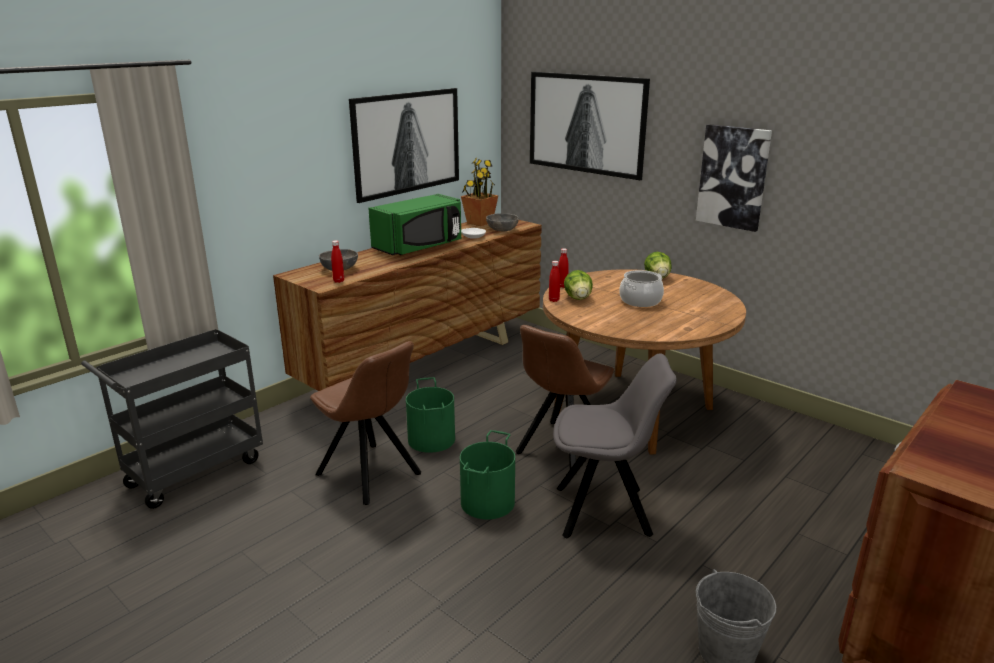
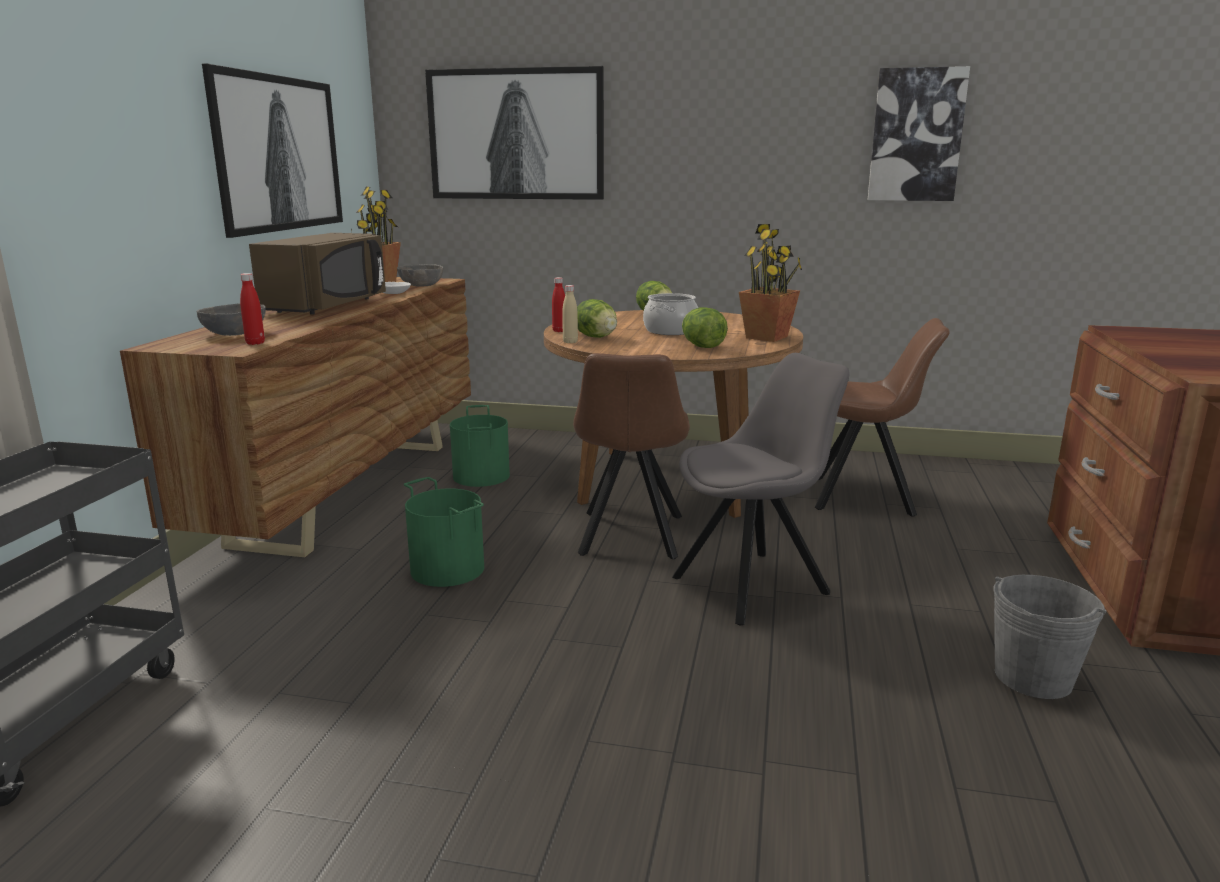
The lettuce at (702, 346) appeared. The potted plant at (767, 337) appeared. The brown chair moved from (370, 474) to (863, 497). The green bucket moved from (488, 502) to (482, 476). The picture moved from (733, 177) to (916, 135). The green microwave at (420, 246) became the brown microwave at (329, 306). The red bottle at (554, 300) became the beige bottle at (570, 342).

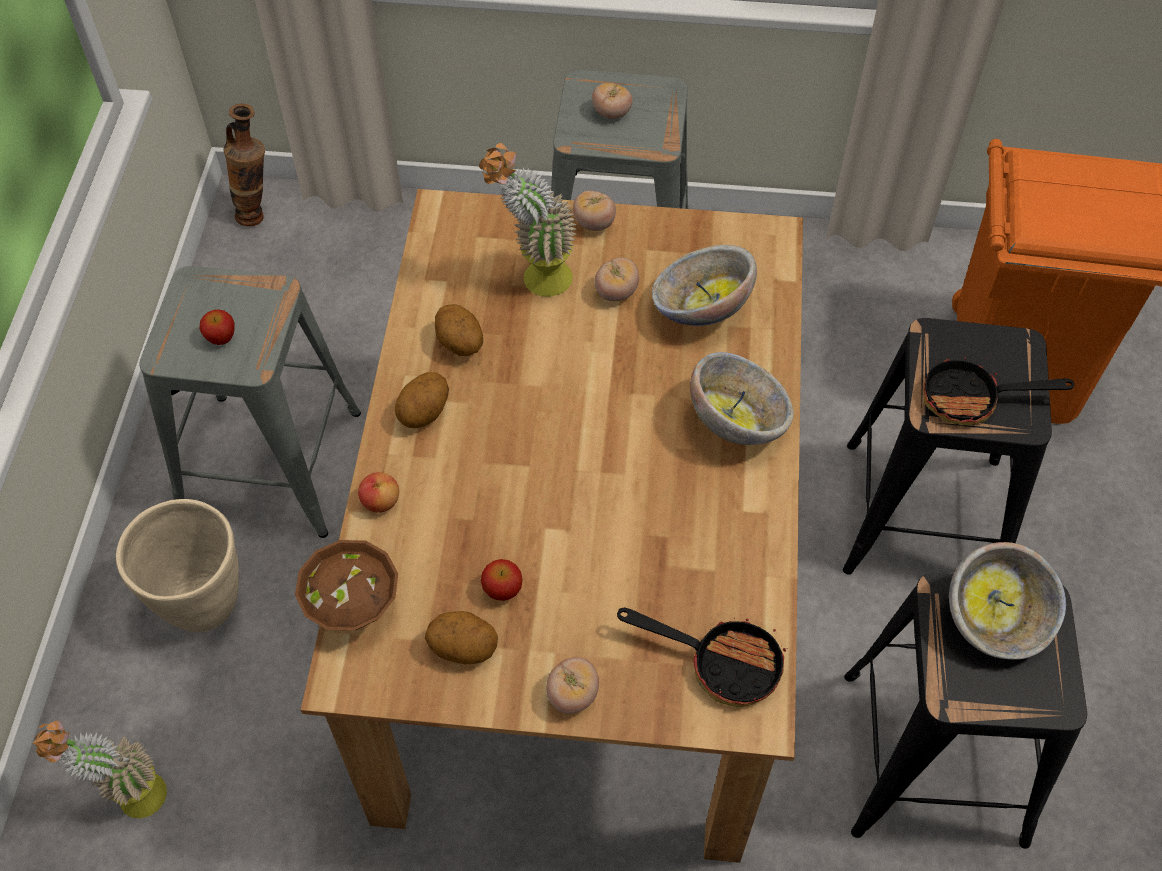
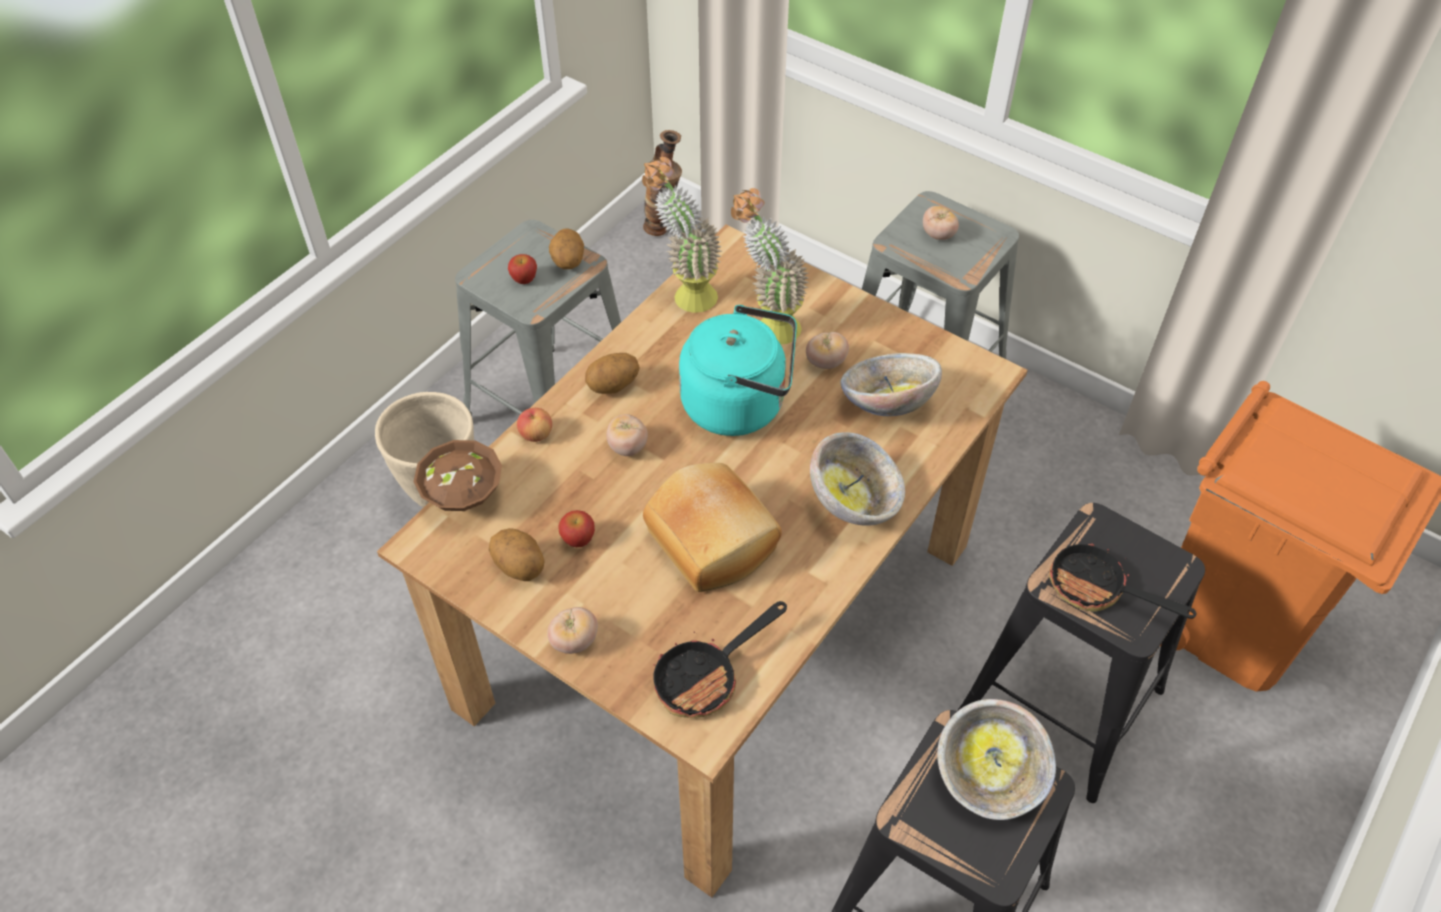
The bread at (714, 539) appeared. The turquoise kettle at (740, 404) appeared. The potted plant moved from (129, 797) to (684, 294). The potato moved from (459, 344) to (567, 262). The tomato moved from (594, 223) to (628, 447). The frying pan at (721, 662) turned 90 degrees clockwise.

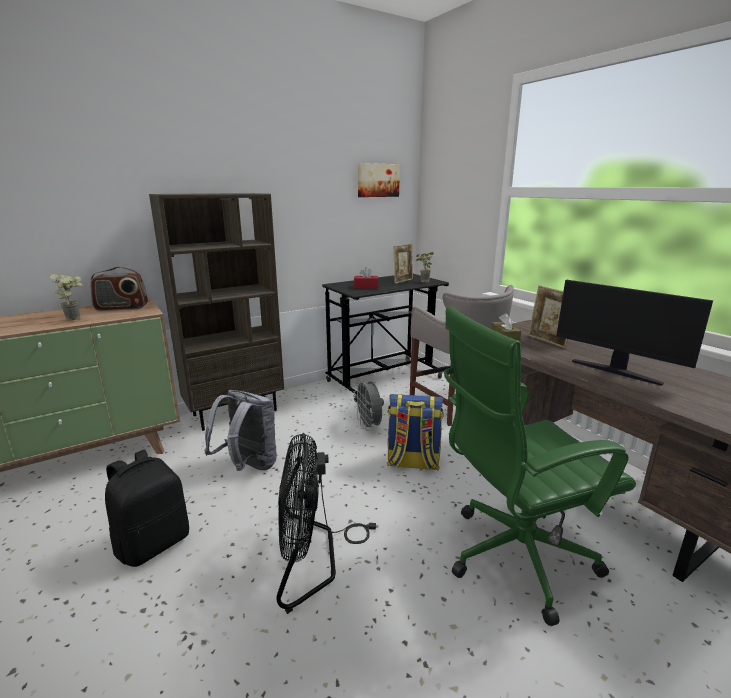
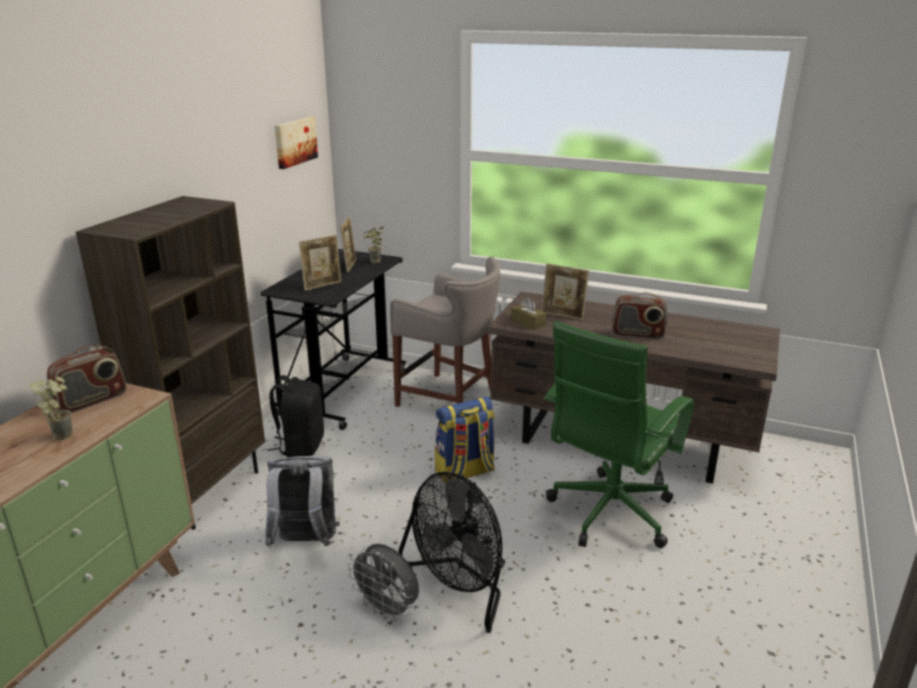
The black backpack moved from (153, 543) to (300, 446). The grey fan moved from (369, 426) to (387, 609). The red tissue box at (366, 287) was replaced by the picture frame at (322, 285). The monitor at (616, 371) was replaced by the radio at (637, 334).

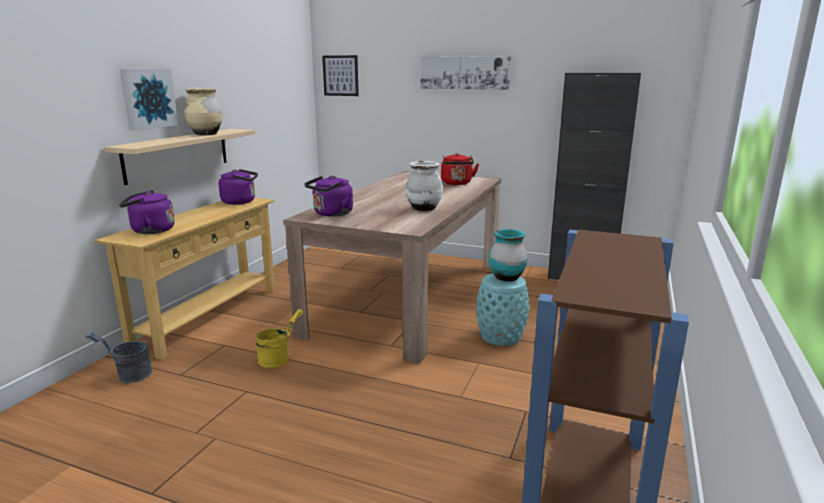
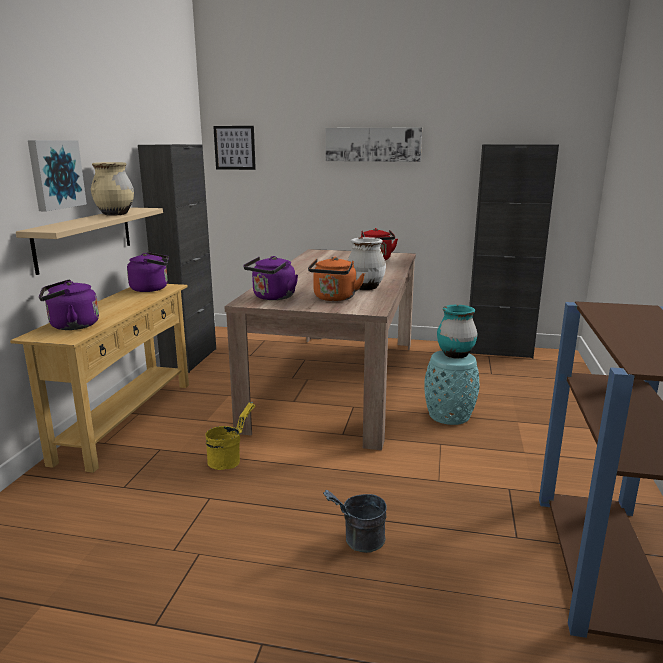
The black cabinet at (189, 359) appeared. The orange kettle at (334, 298) appeared. The grey bucket moved from (128, 376) to (358, 542).

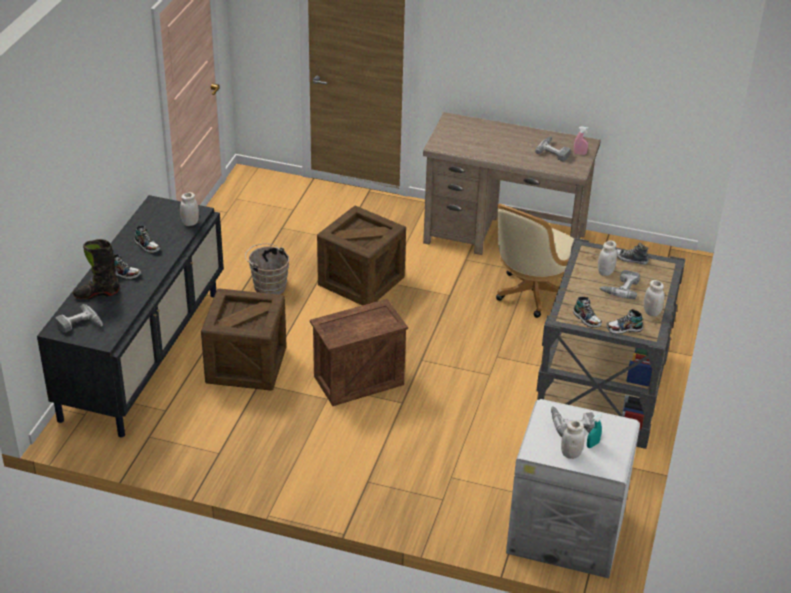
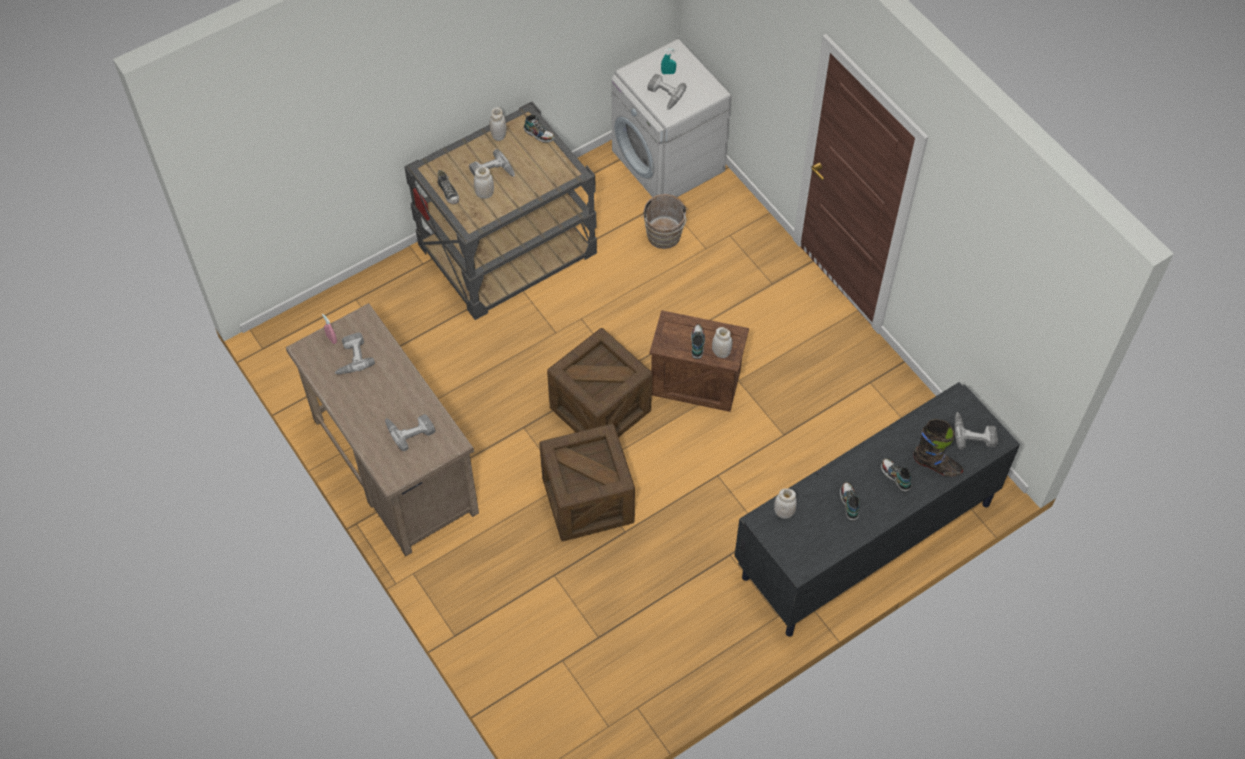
The beige office chair at (530, 297) disappeared. The power drill at (409, 429) appeared. The crate moved from (246, 365) to (600, 409). The brown bucket moved from (268, 285) to (664, 238). The white jar moved from (571, 454) to (721, 352). The shoe moved from (587, 319) to (697, 344).

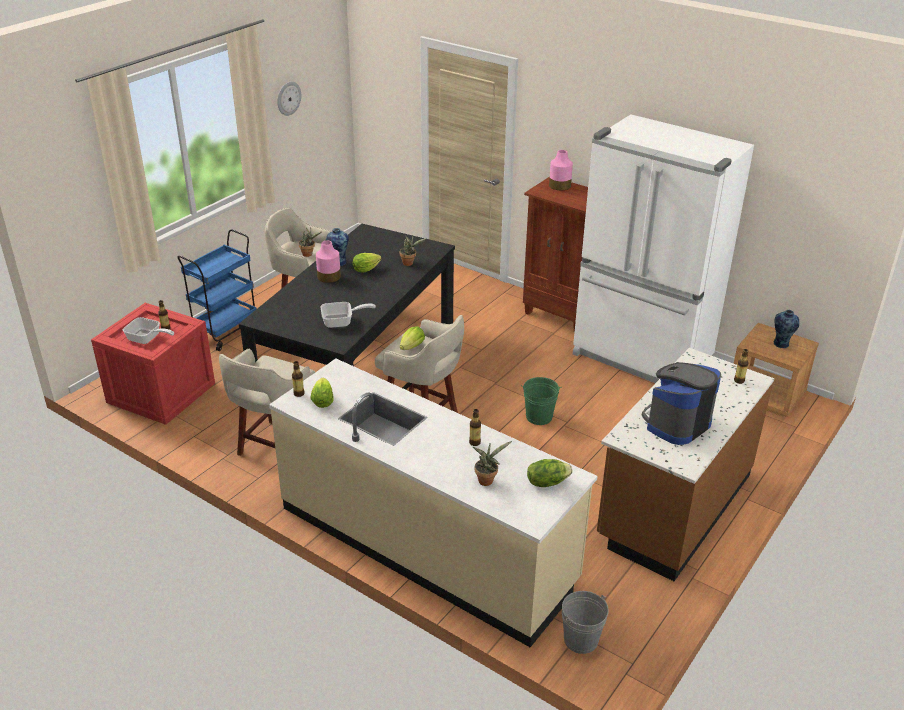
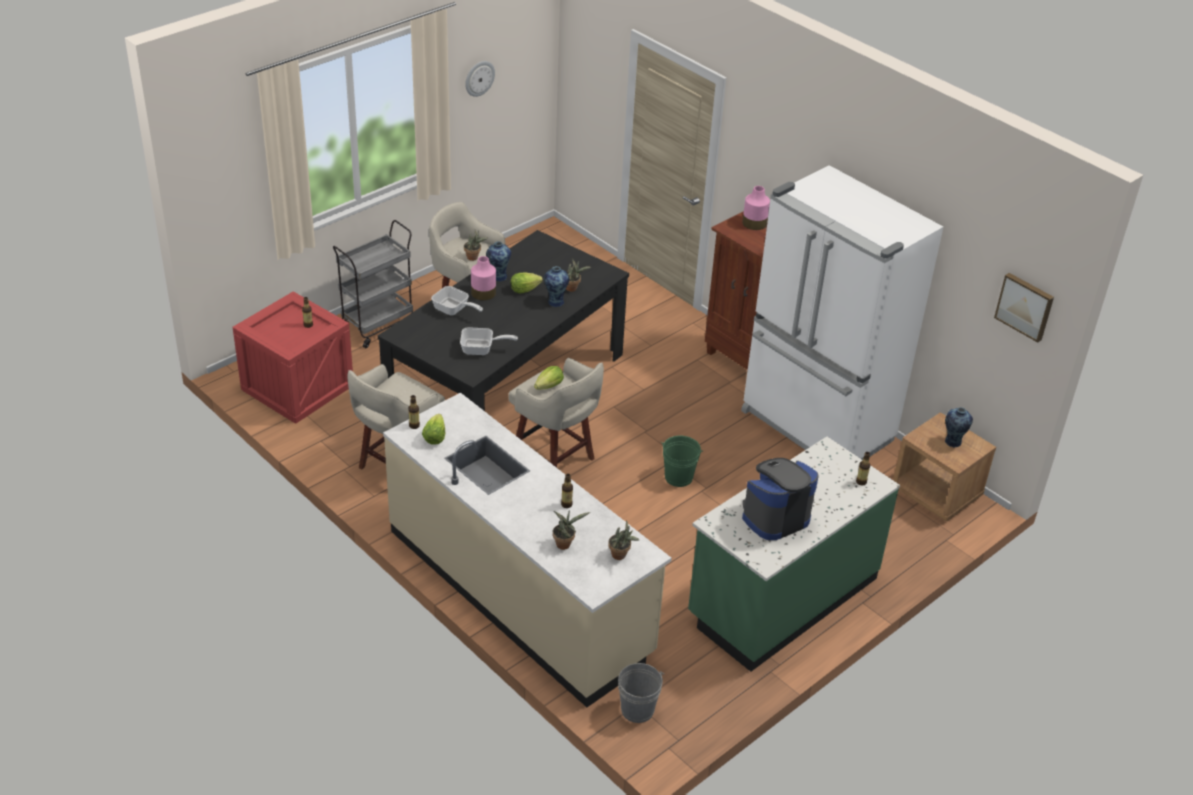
The vase at (555, 301) appeared. The picture at (1025, 306) appeared. The frying pan moved from (147, 339) to (453, 310). The lettuce at (547, 482) was replaced by the potted plant at (621, 555). The blue cart at (227, 332) became the grey cart at (378, 327). The brown counter at (673, 507) became the green counter at (781, 597).

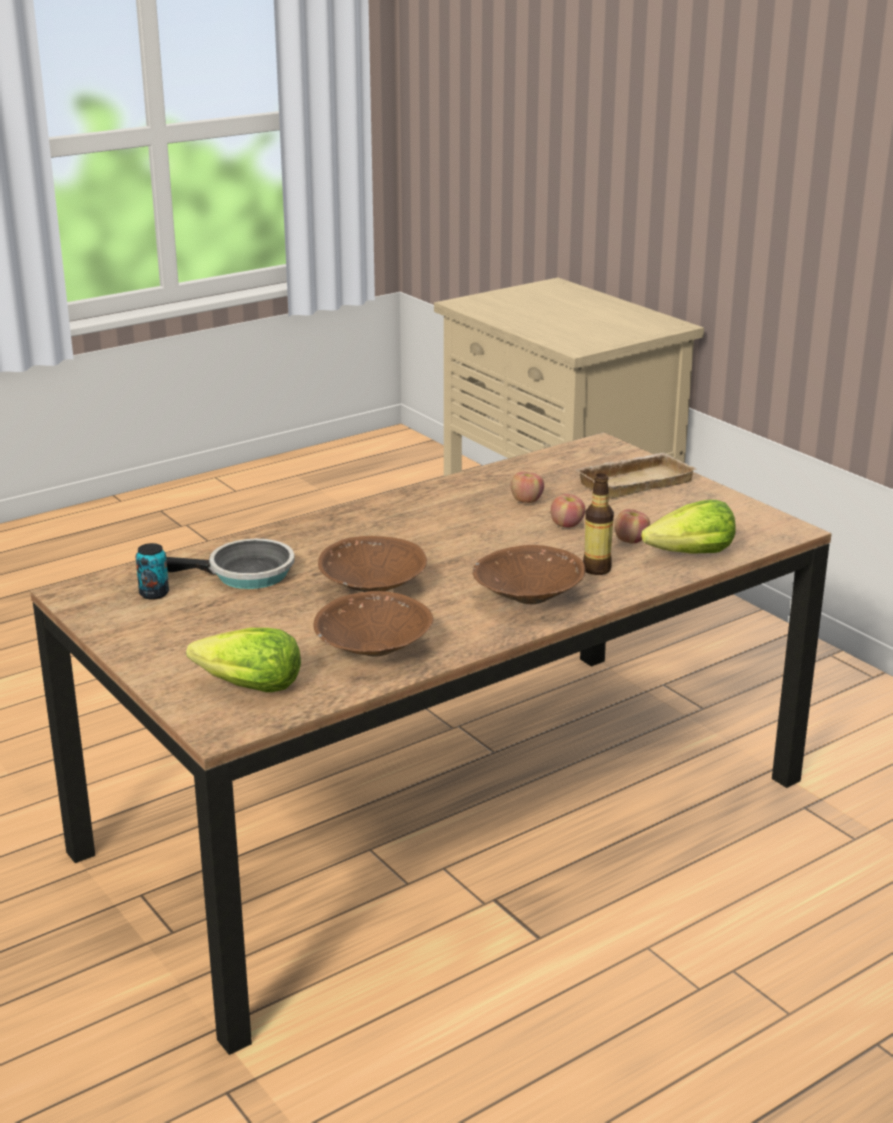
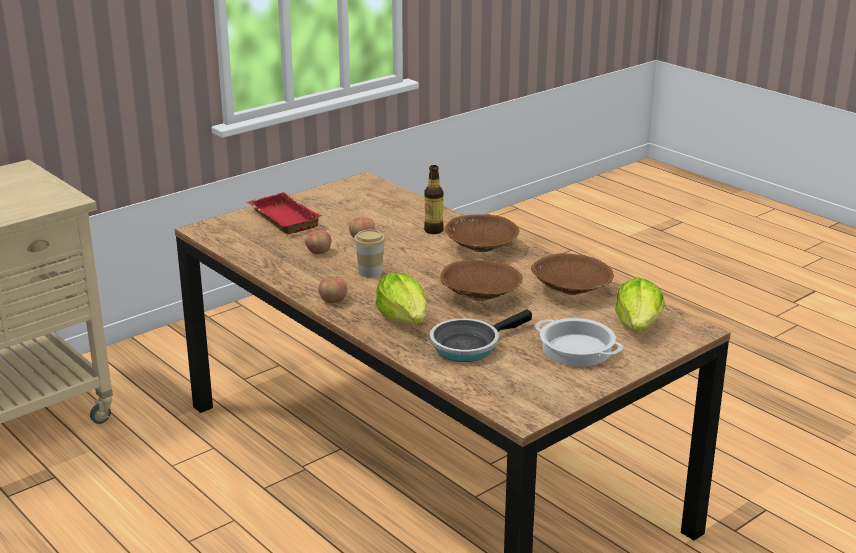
The can at (154, 594) disappeared. The cup at (370, 272) appeared. The cooking pot at (575, 350) appeared. The apple moved from (630, 540) to (333, 301). The lettuce moved from (691, 554) to (404, 319). The beige tray at (634, 481) became the red tray at (282, 219). The frying pan at (243, 574) turned 120 degrees counterclockwise.

